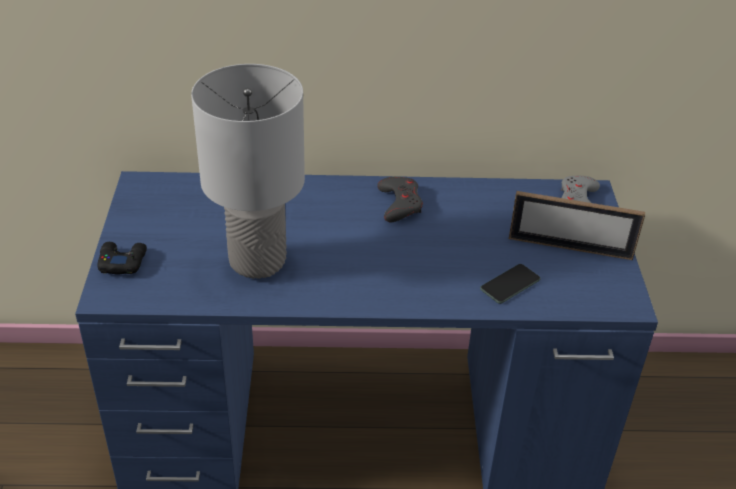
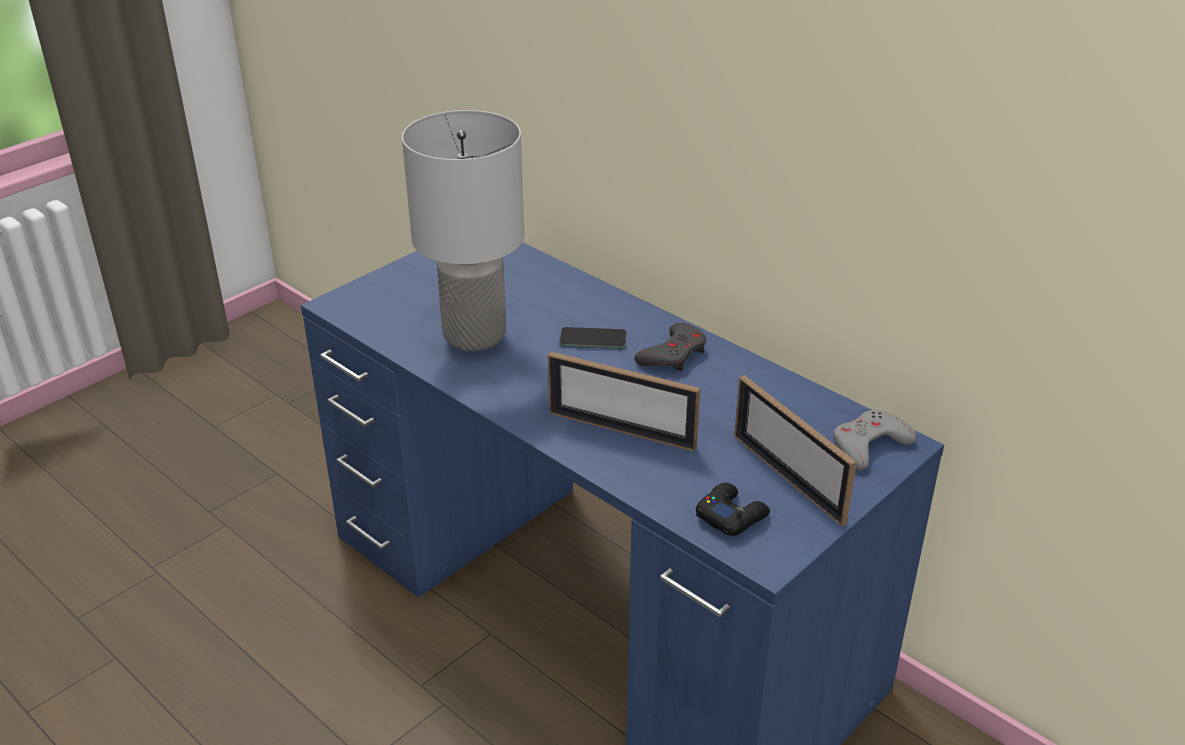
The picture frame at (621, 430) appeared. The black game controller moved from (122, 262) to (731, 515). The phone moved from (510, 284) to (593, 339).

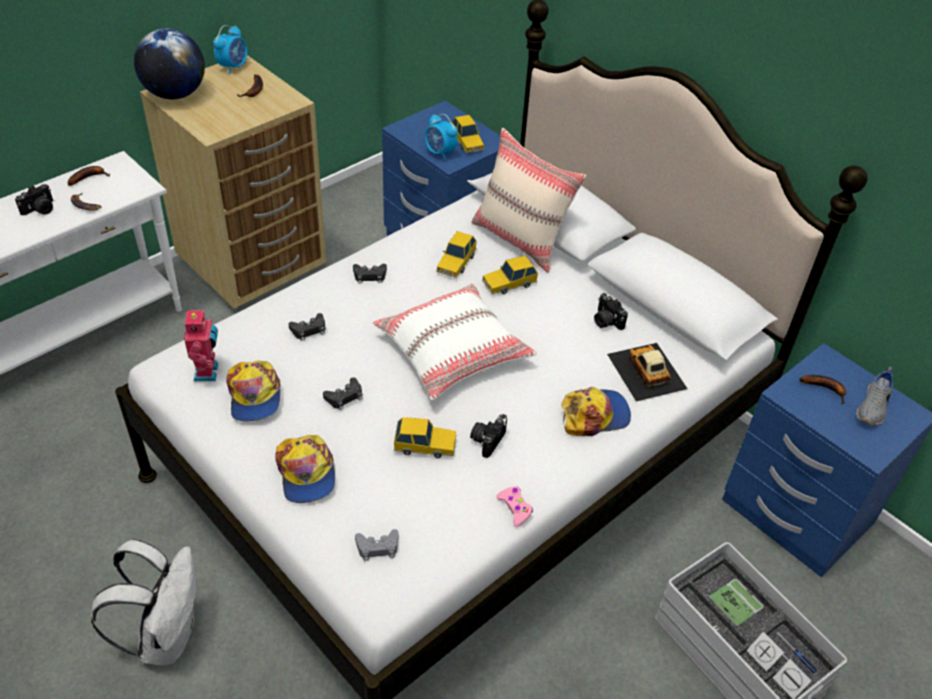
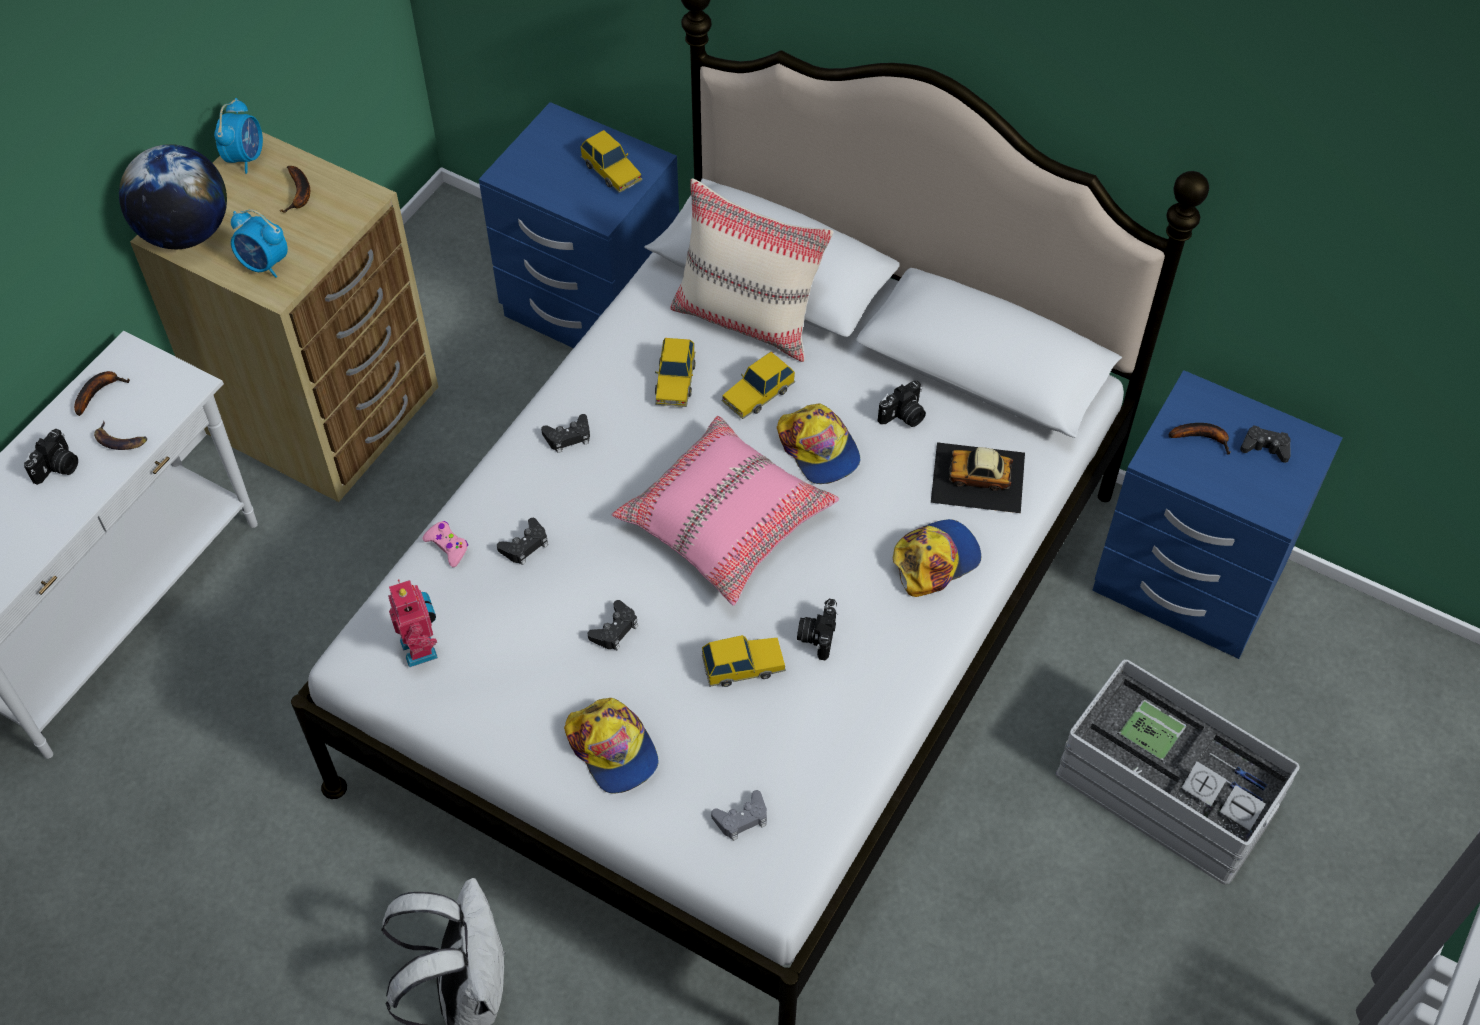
The cap moved from (254, 395) to (819, 449). The alarm clock moved from (440, 152) to (264, 264). The pink game controller moved from (515, 508) to (447, 546). The grey shoe at (873, 407) was replaced by the black game controller at (1265, 447). The white pillow at (452, 352) became the pink pillow at (725, 522). The photo camera at (606, 321) turned 75 degrees counterclockwise. The toy car at (646, 371) turned 45 degrees counterclockwise.

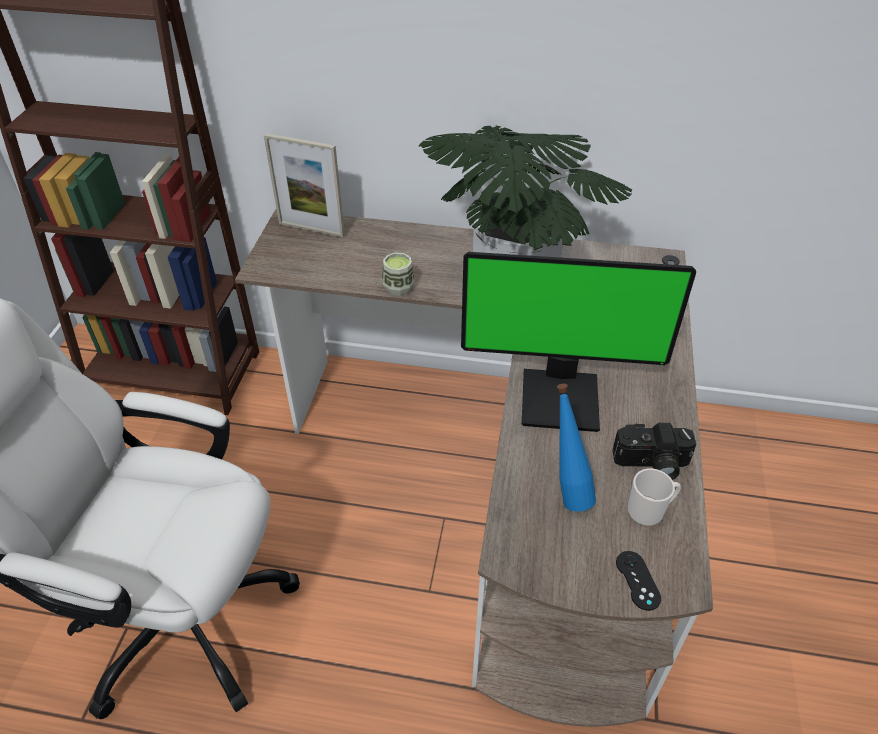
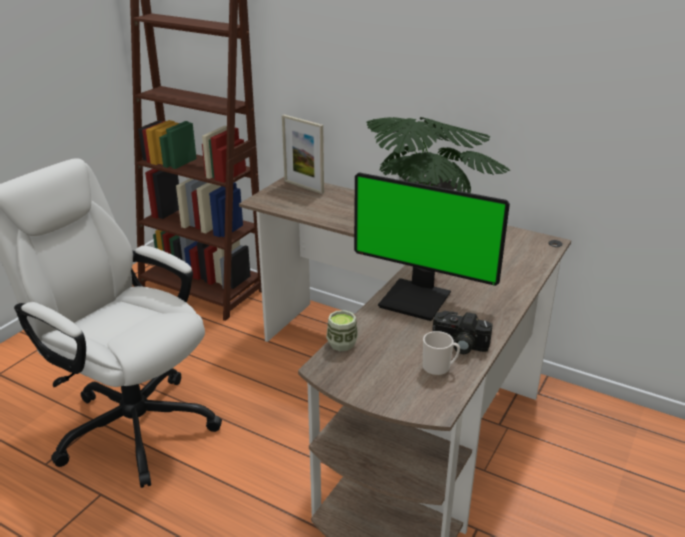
The blue bottle at (566, 491) disappeared. The black game controller at (637, 580) disappeared. The cup moved from (398, 287) to (342, 344).

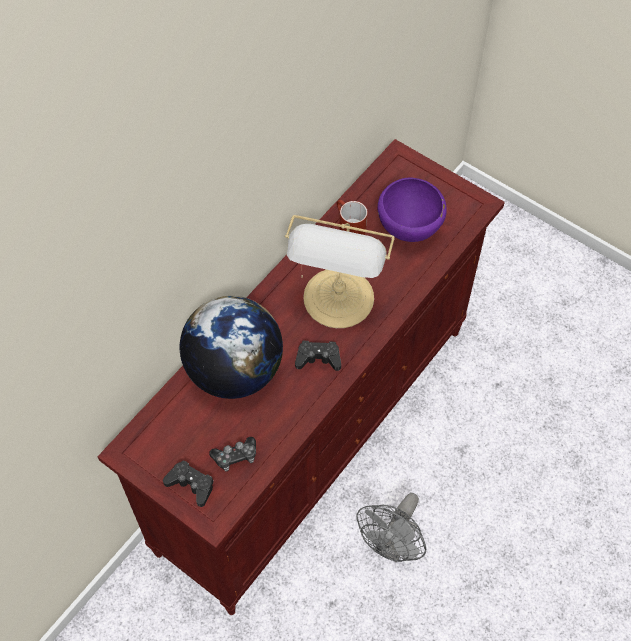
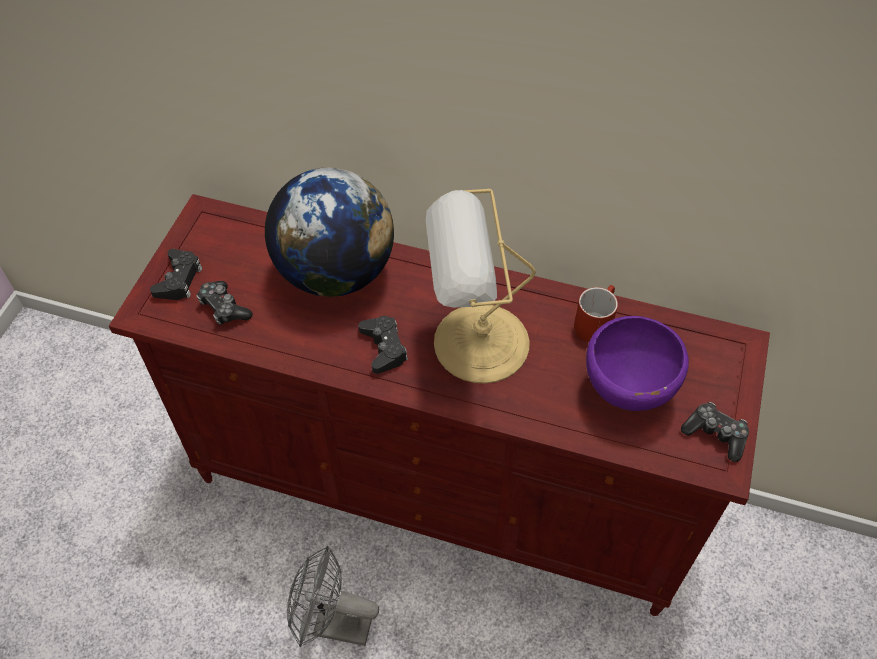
The game controller at (715, 434) appeared.

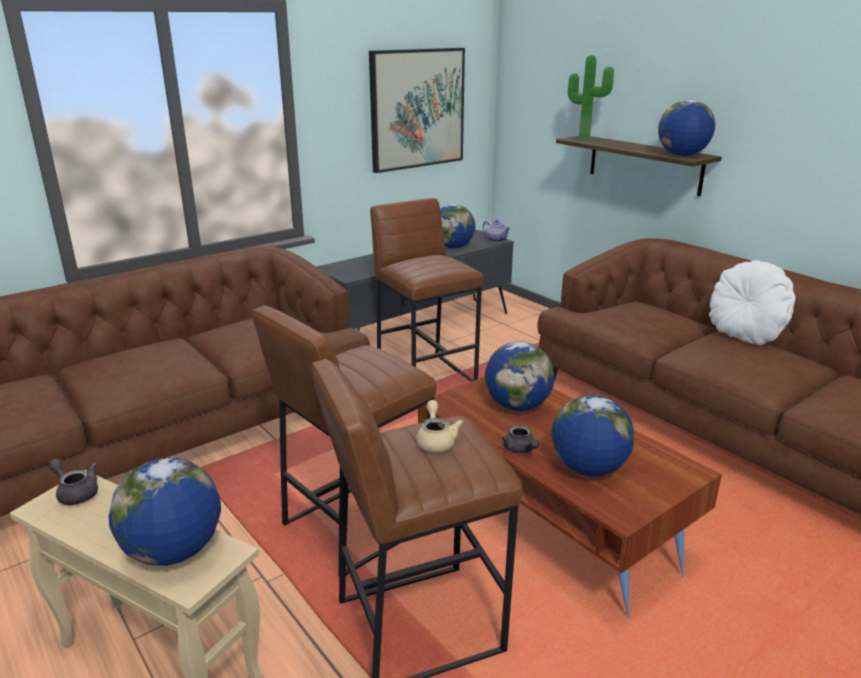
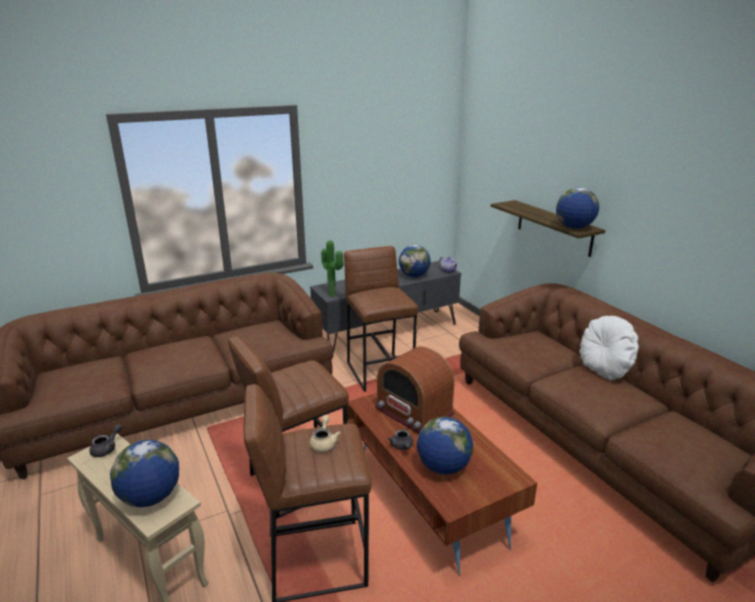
The picture at (417, 109) disappeared. The potted plant moved from (585, 140) to (333, 294). The globe at (517, 406) was replaced by the radio at (413, 411). The grey teapot at (76, 492) turned 75 degrees clockwise.

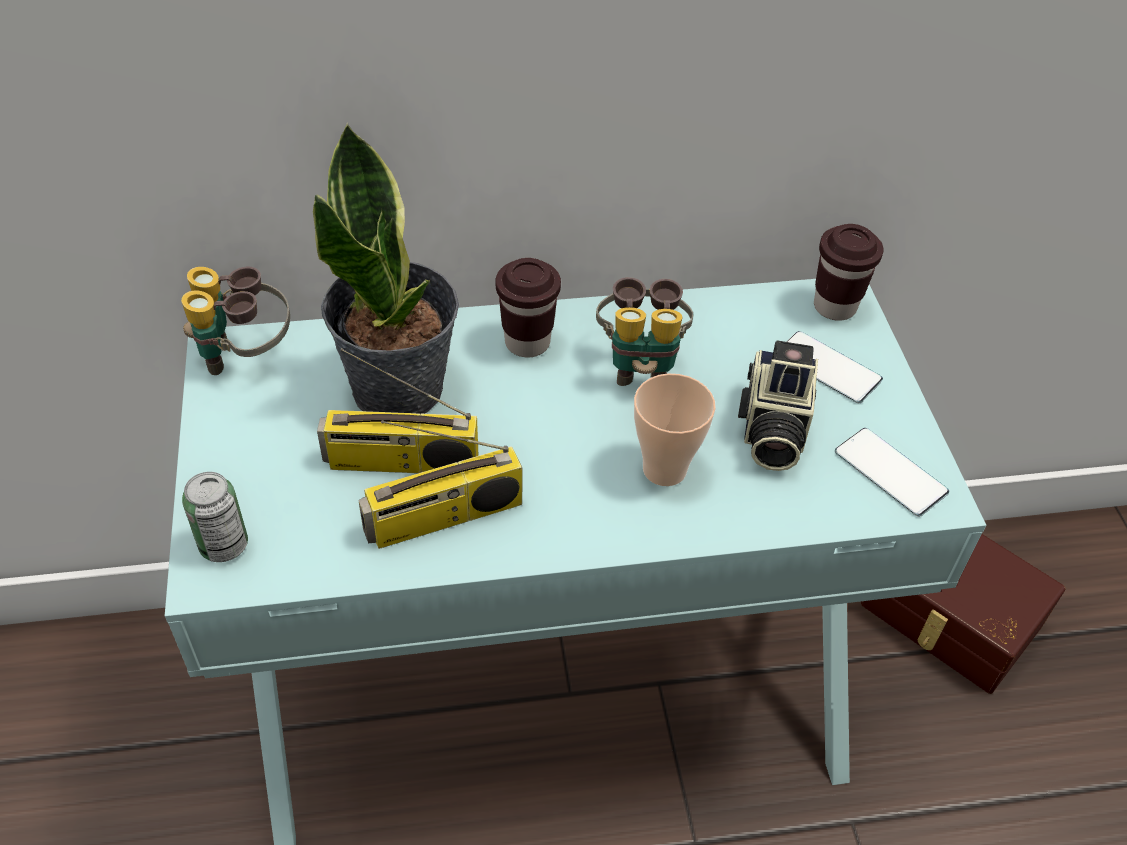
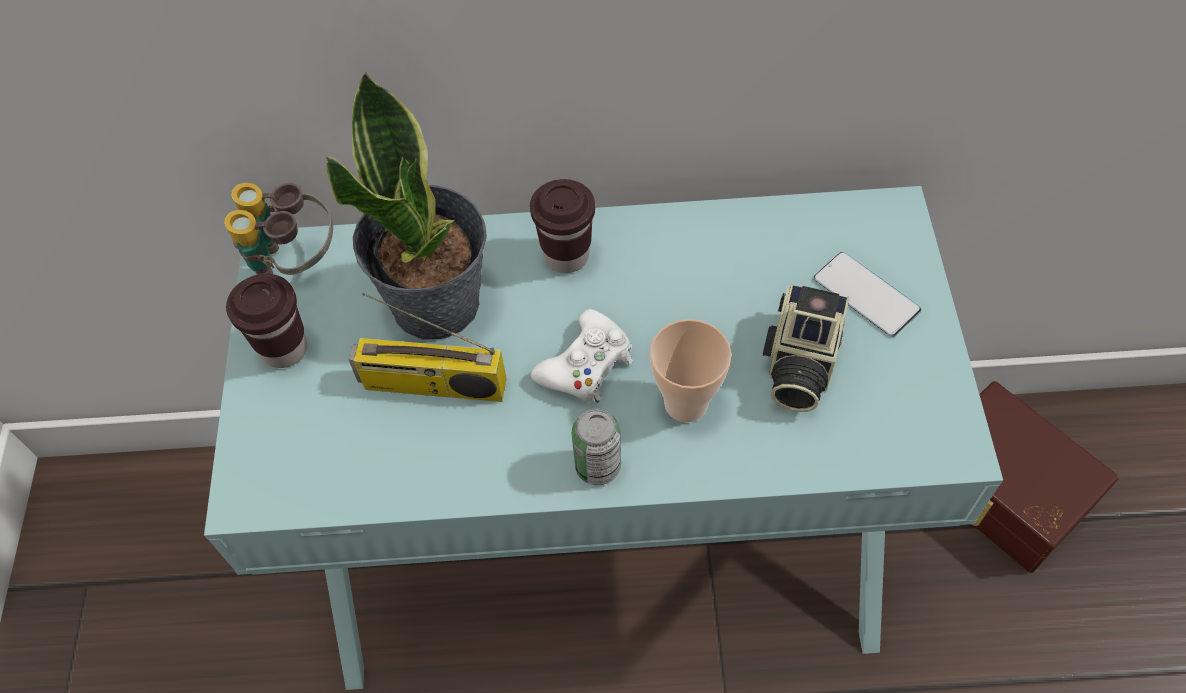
The radio at (443, 518) disappeared. The binoculars at (640, 364) disappeared. The phone at (890, 472) disappeared. The white game controller at (586, 365) appeared. The can moved from (224, 545) to (598, 466). The brown cup moved from (834, 307) to (284, 349).

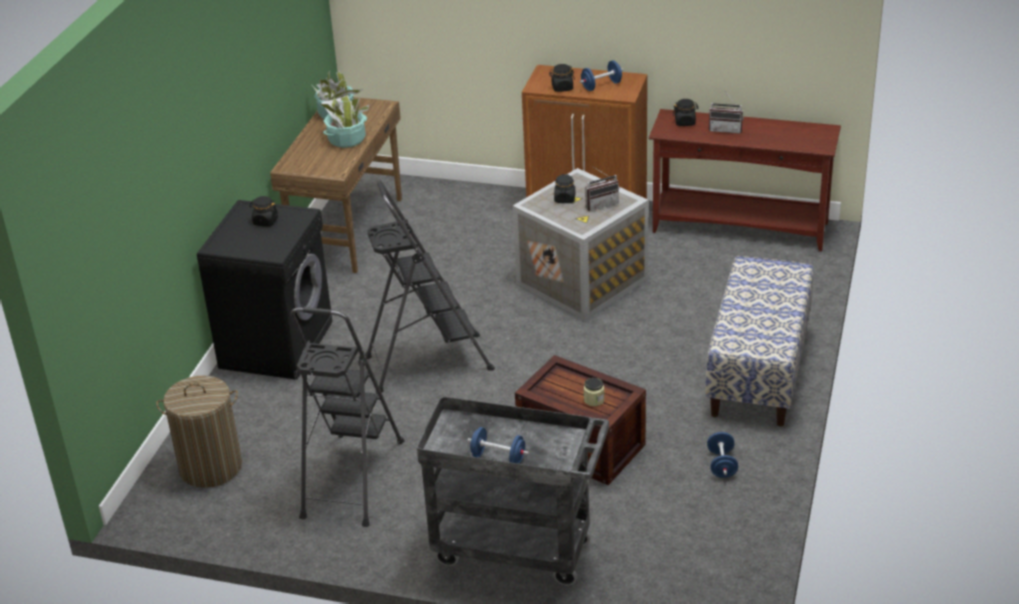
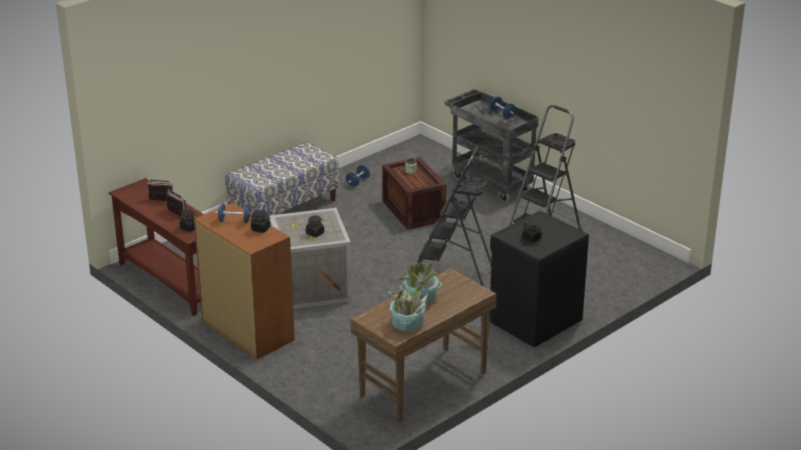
The laundry basket at (211, 467) disappeared. The radio moved from (600, 204) to (160, 201).

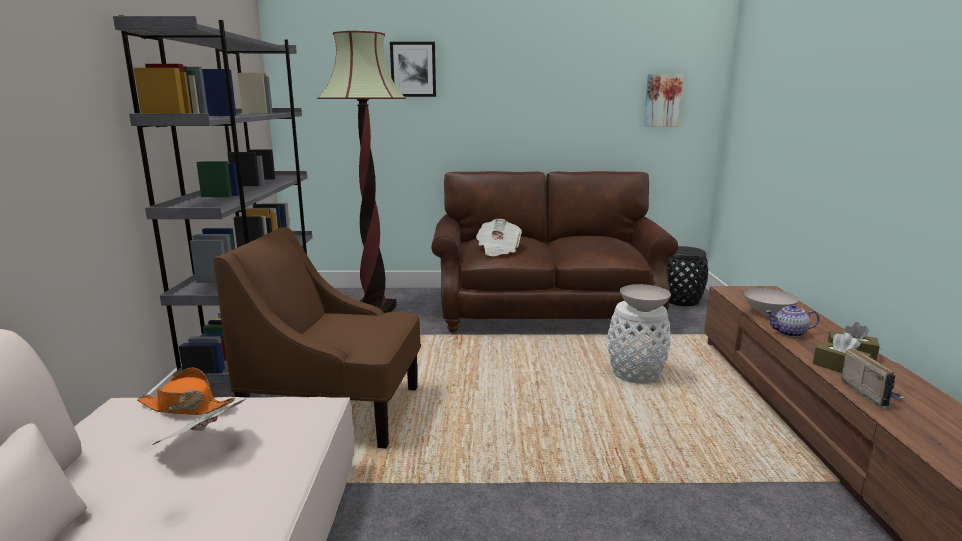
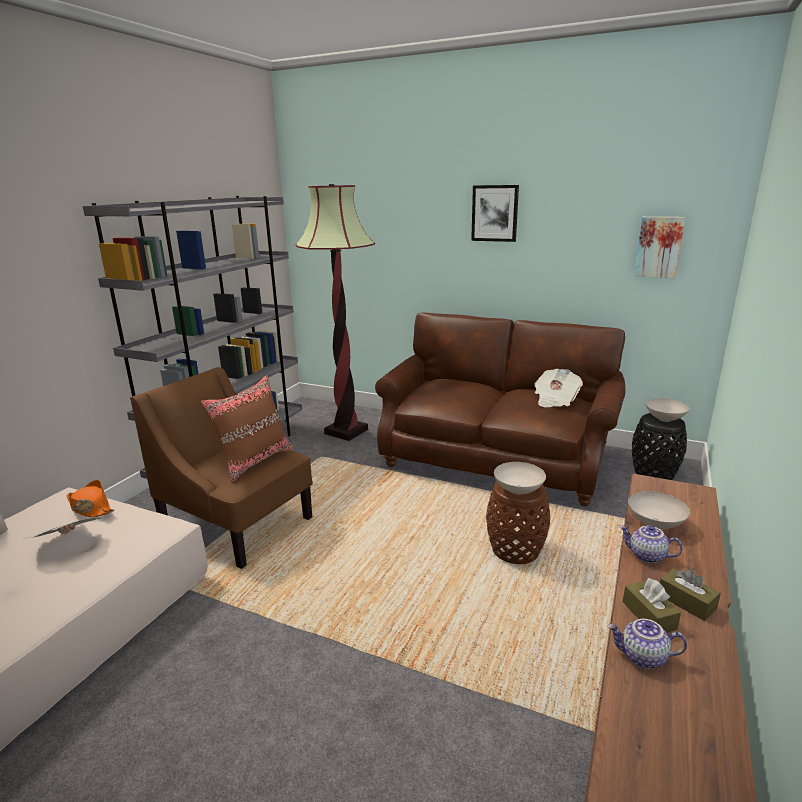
The brown pillow at (255, 461) appeared. The white bowl at (664, 419) appeared. The picture moved from (413, 69) to (495, 213). The newspaper moved from (498, 250) to (555, 400). The radio at (870, 393) was replaced by the teapot at (642, 657). The white stool at (636, 374) became the brown stool at (515, 550).

